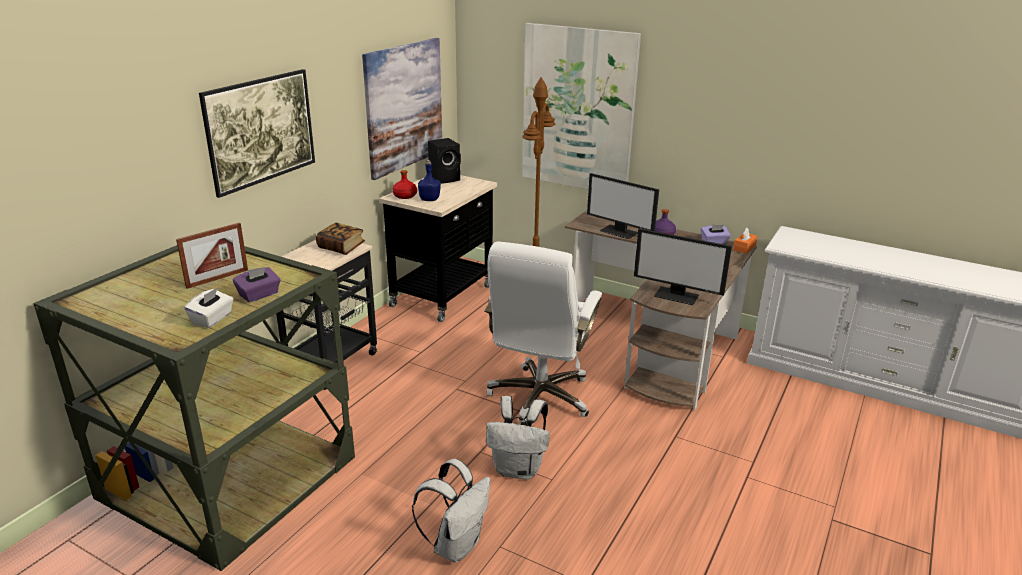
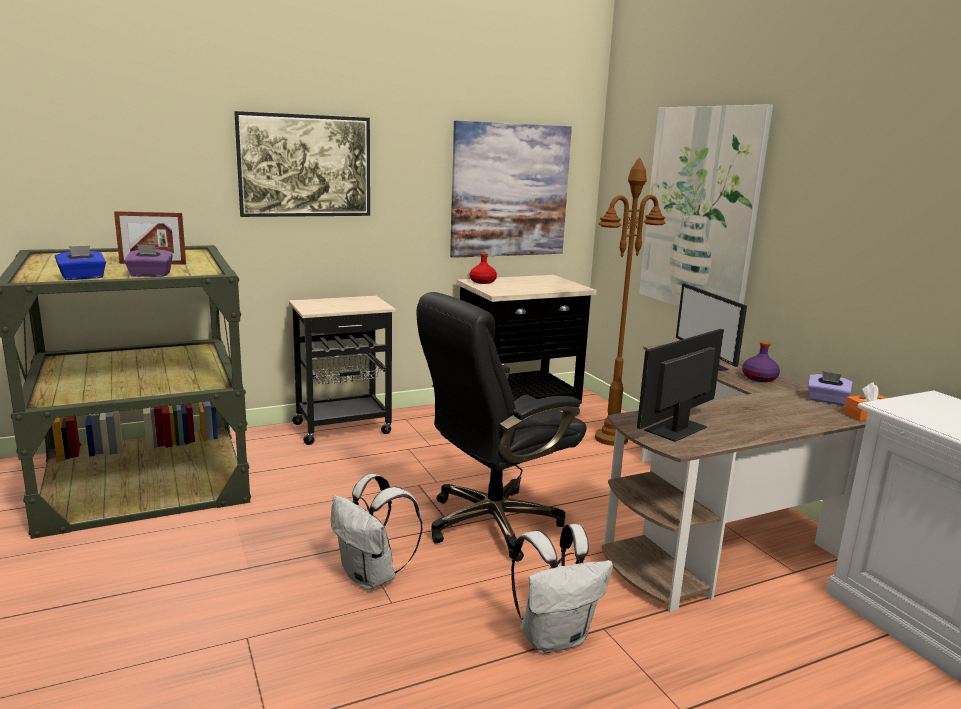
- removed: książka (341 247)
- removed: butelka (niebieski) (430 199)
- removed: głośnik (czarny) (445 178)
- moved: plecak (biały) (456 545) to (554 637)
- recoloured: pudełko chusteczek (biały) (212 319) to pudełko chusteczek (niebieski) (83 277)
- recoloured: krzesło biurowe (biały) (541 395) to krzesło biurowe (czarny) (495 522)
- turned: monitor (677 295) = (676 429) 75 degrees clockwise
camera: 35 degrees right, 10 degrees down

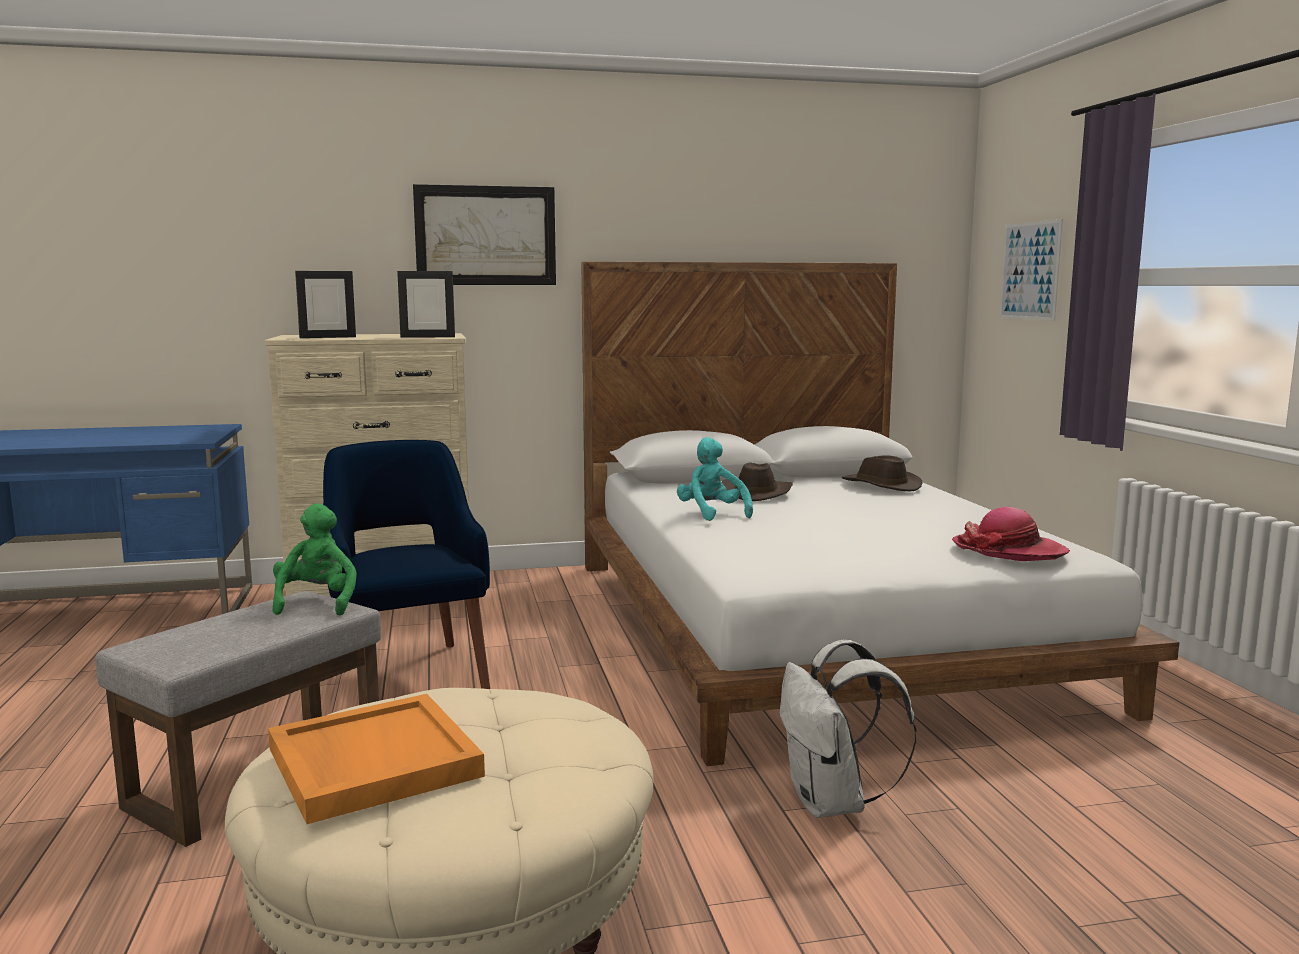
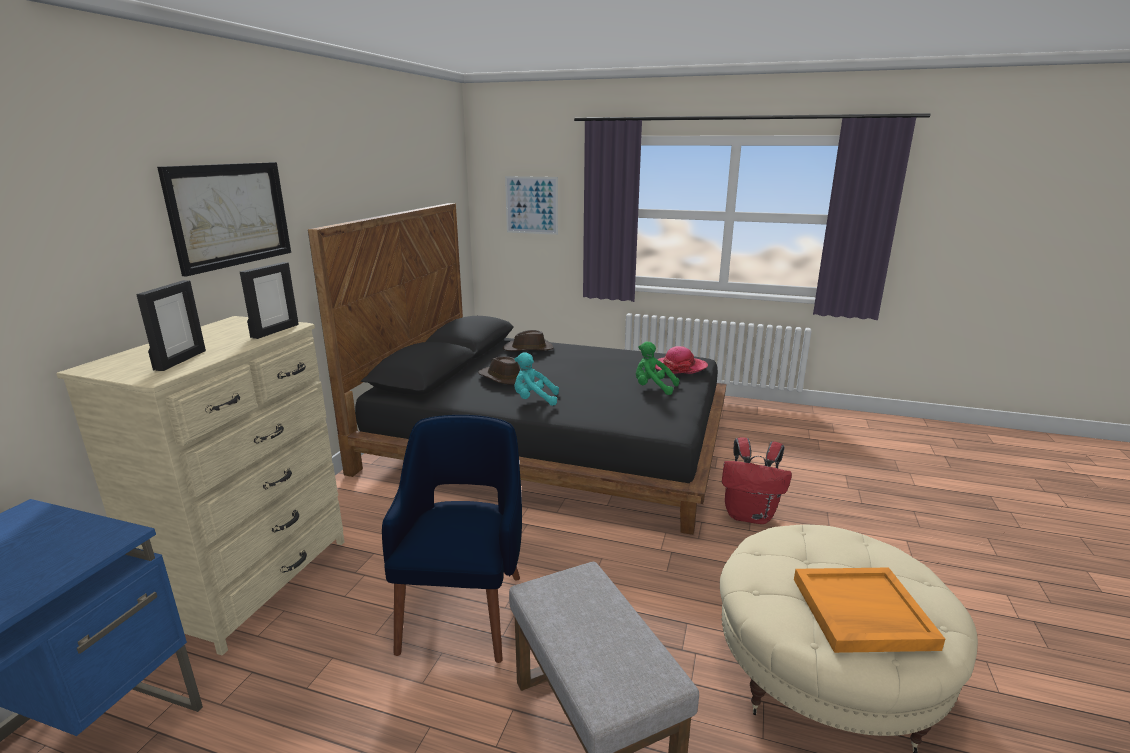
- moved: pluszak (zielony) (317 602) to (653 388)
- recoloured: łóżko (biały) (816 628) to łóżko (czarny) (551 443)
- recoloured: plecak (biały) (832 804) to plecak (czerwony) (750 515)
- turned: fotel (niebieski) (410 674) = (463 609) 90 degrees clockwise
camera: 60 degrees left, 10 degrees up

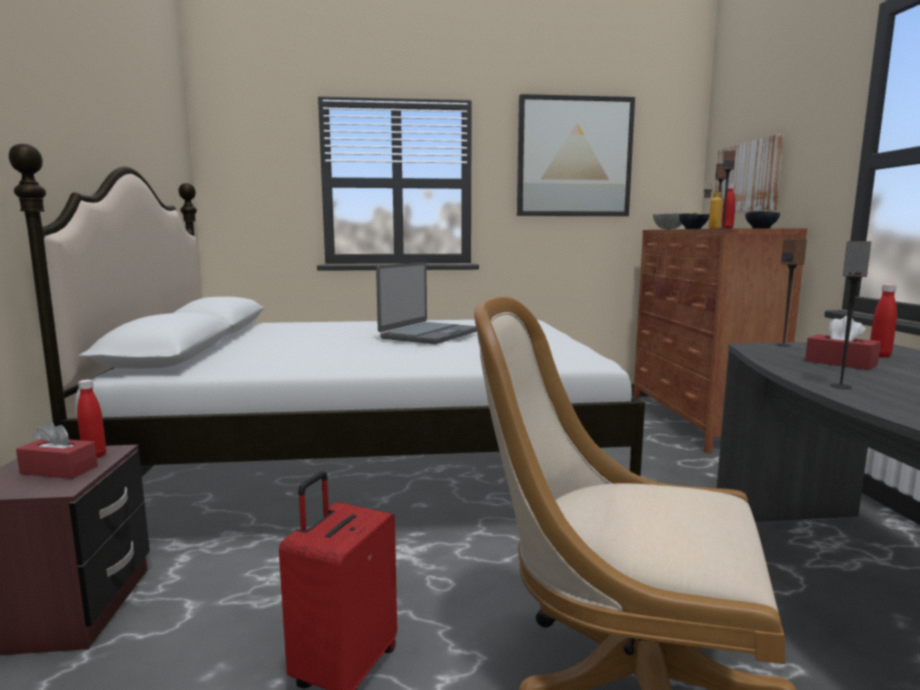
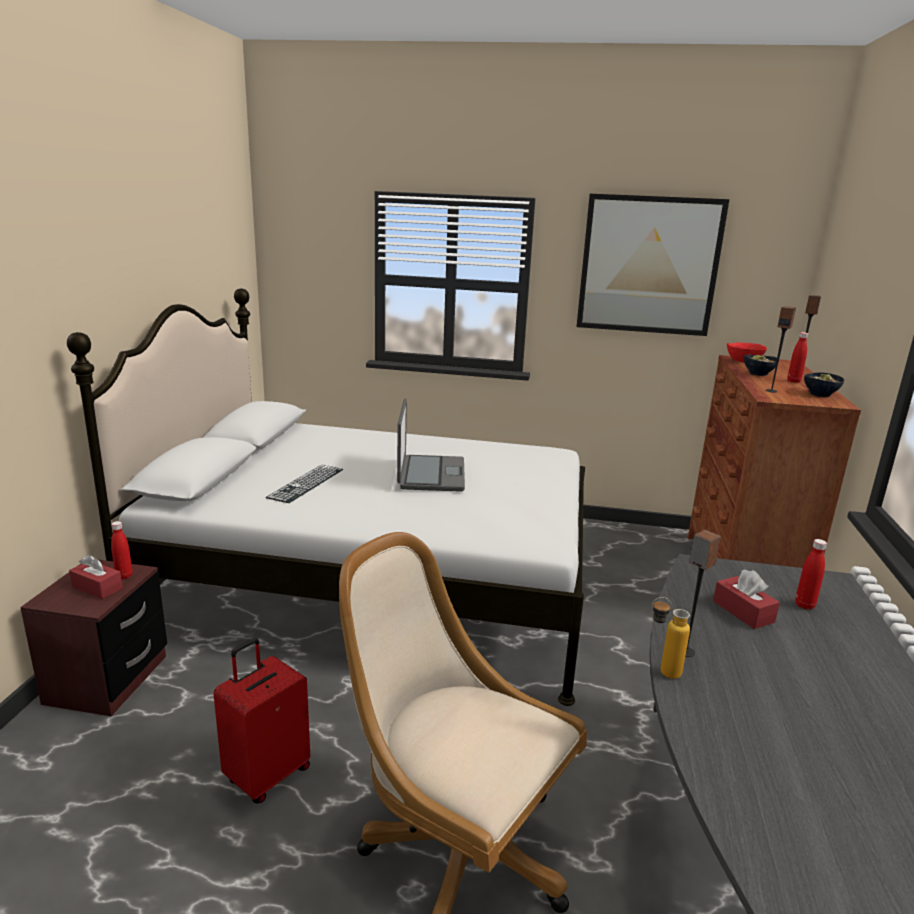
- removed: obraz (747 177)
- removed: głośnik (783 345)
- added: klawiatura (306 483)
- moved: butelka (709 228) to (661 672)
- recoloured: miska (szary) (668 229) to miska (czerwony) (743 362)
- turned: laptop (428 335) = (430 474) 45 degrees counterclockwise
camera: 15 degrees right, 10 degrees up

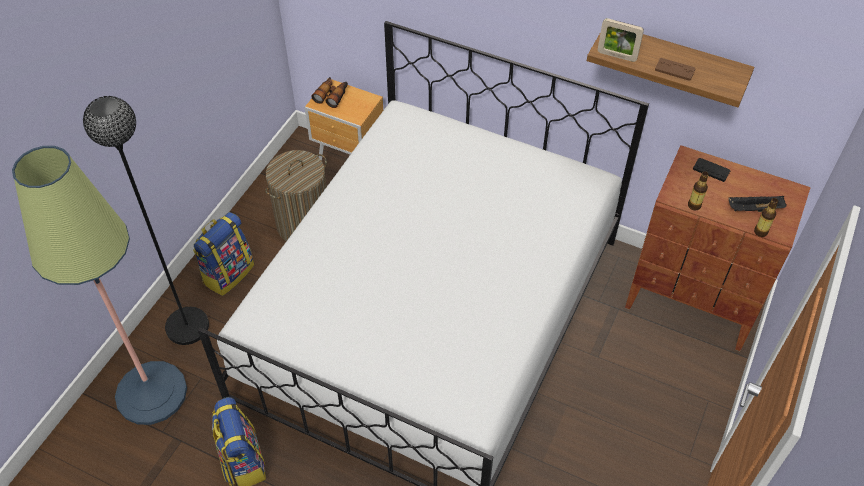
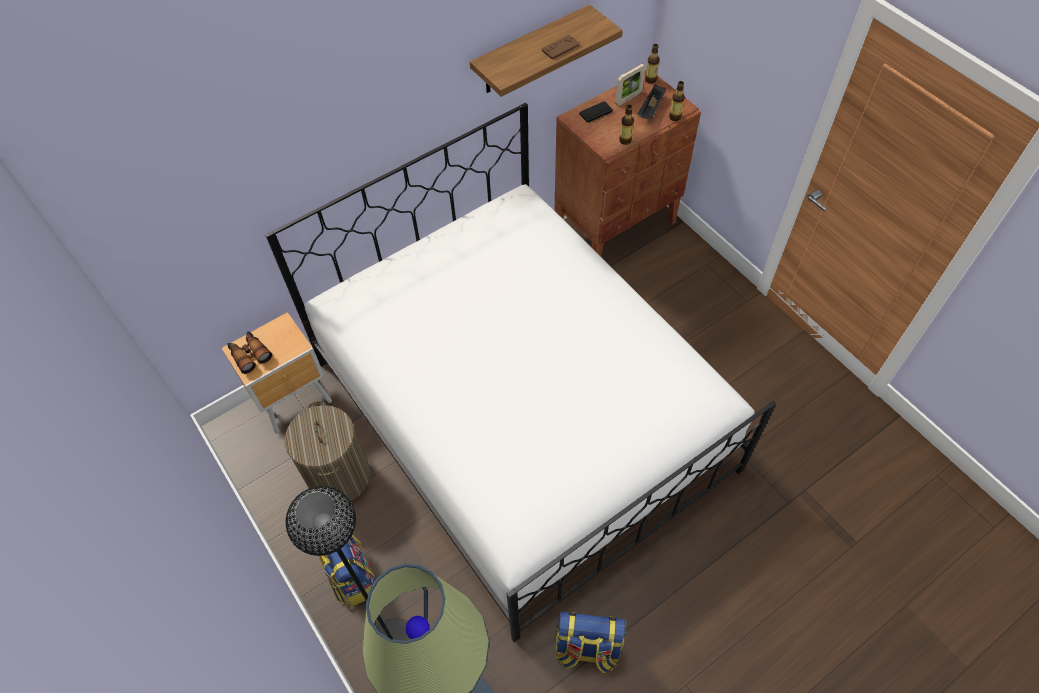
- added: butelka (650 80)
- moved: ramka na zdjęcie (617 56) to (628 98)
camera: 60 degrees left, 5 degrees up

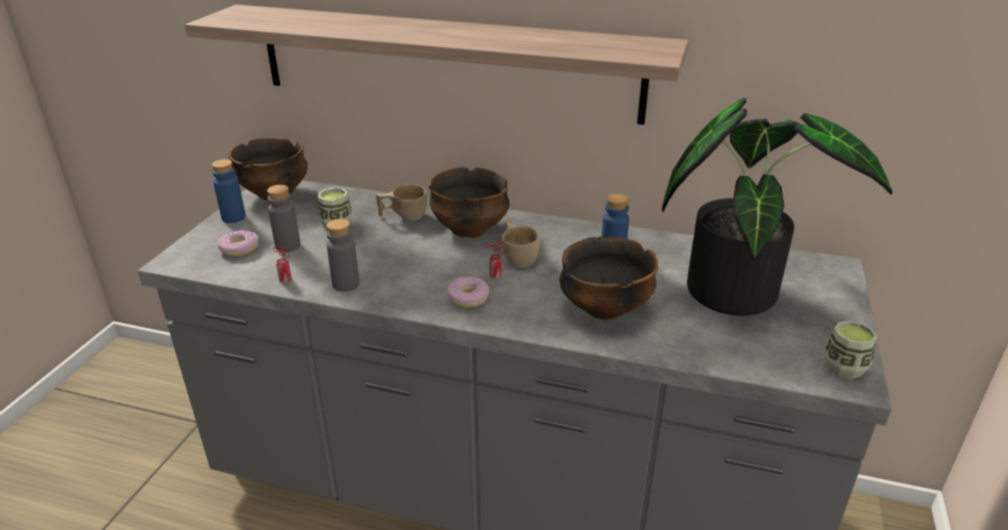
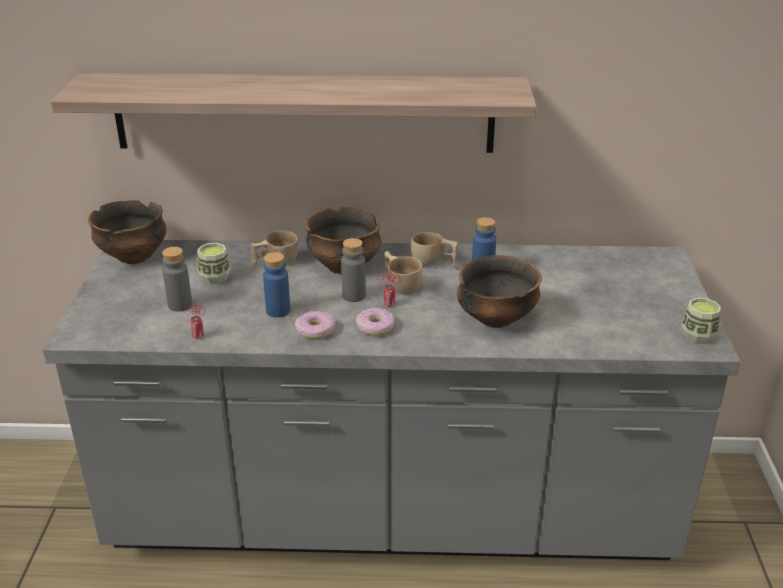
- removed: roślina doniczkowa (738 288)
- added: filiżanka (beżowy) (433 263)
- moved: butelka (niebieski) (233 217) to (278 311)
- moved: donut (239 249) to (315 330)
- moved: butelka (szary) (346 284) to (354 296)
camera: 15 degrees left, 0 degrees up

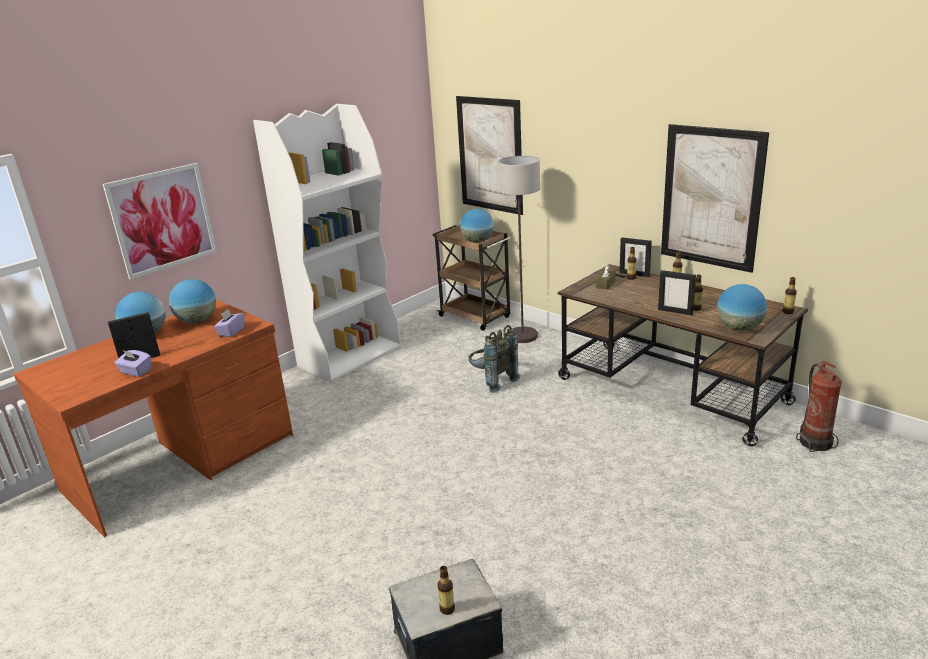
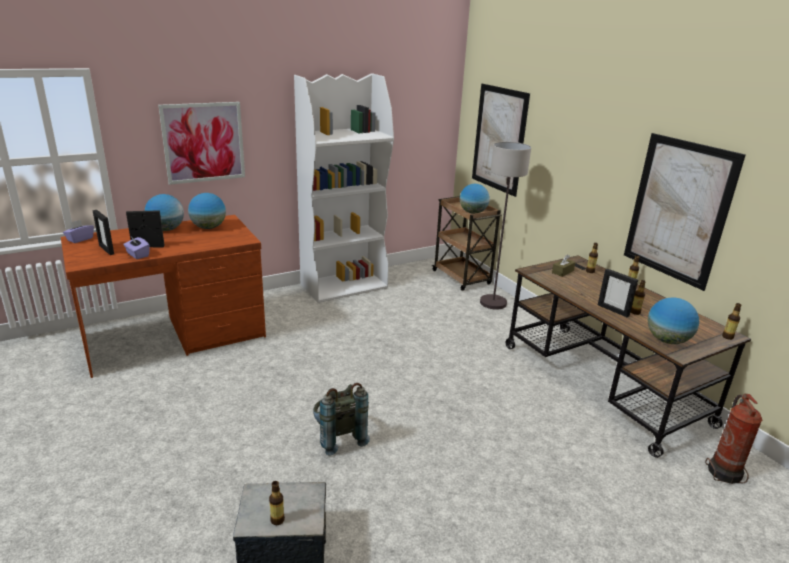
- moved: pudełko chusteczek (fioletowy) (231 332) to (80 239)
- moved: plecak (szary) (492 381) to (338 437)
- moved: ramka na zdjęcie (634 274) to (107 249)
camera: 15 degrees right, 0 degrees up

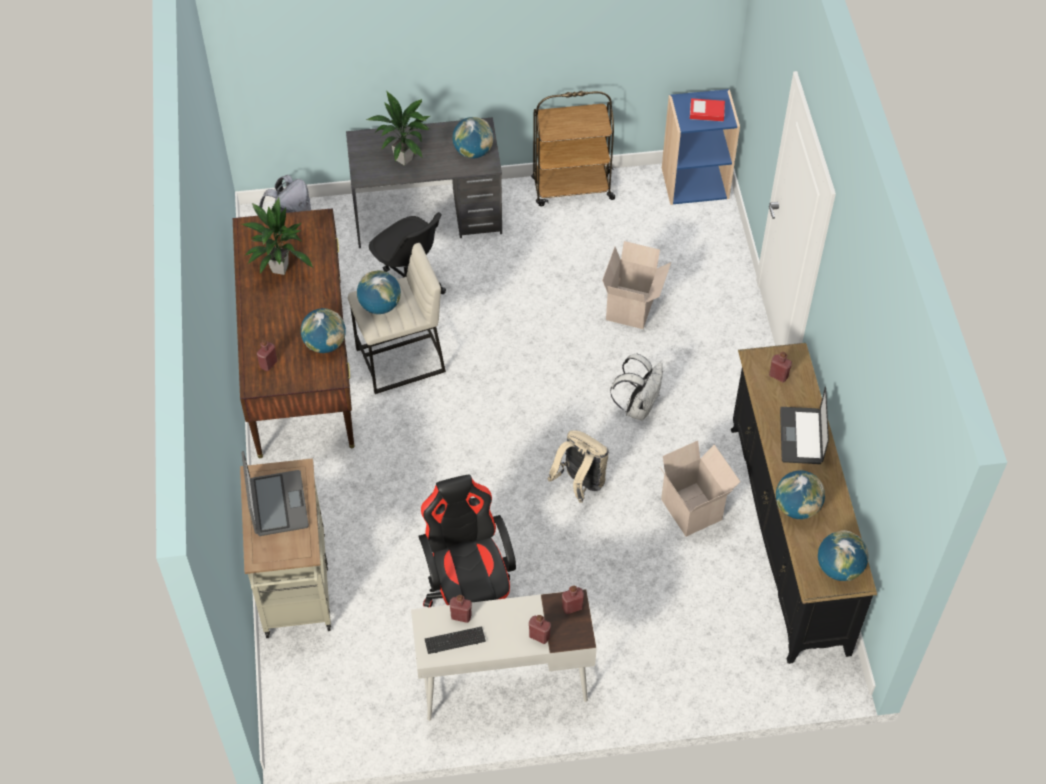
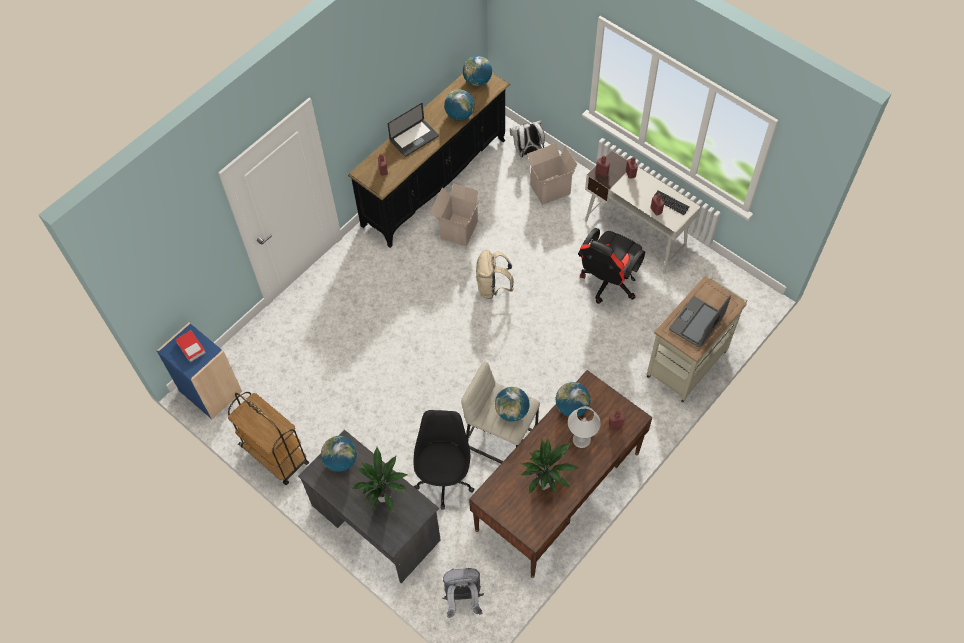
- added: lampa stołowa (biały) (582 439)
- moved: karton (632 309) to (550 188)
- moved: plecak (biały) (638 406) to (527 151)
camera: 130 degrees left, 5 degrees up

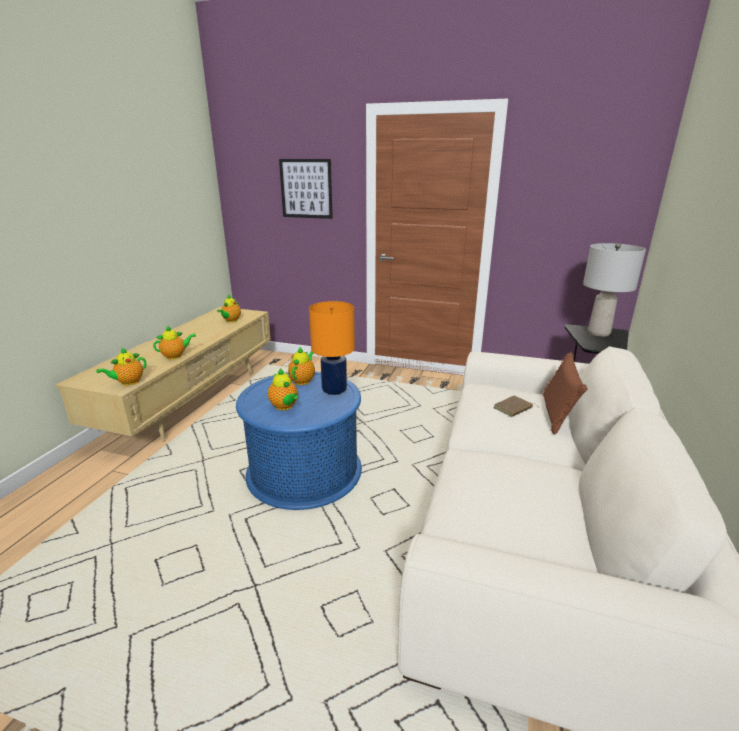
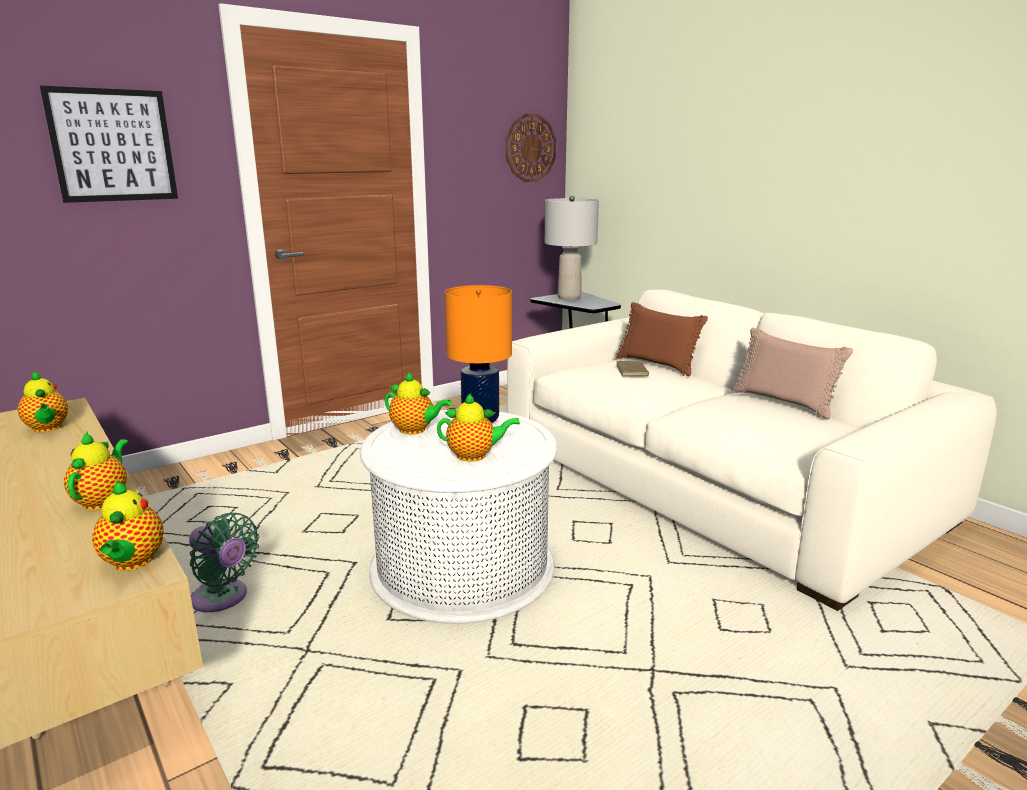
- added: wentylator (zielony) (223 599)
- added: zegar ścienny (530 148)
- added: poduszka (beżowy) (784 403)
- recoloured: ława (niebieski) (304 471) to ława (biały) (463 567)
- turned: imbryk (303 380) = (415 430) 150 degrees clockwise
camera: 55 degrees left, 5 degrees down

